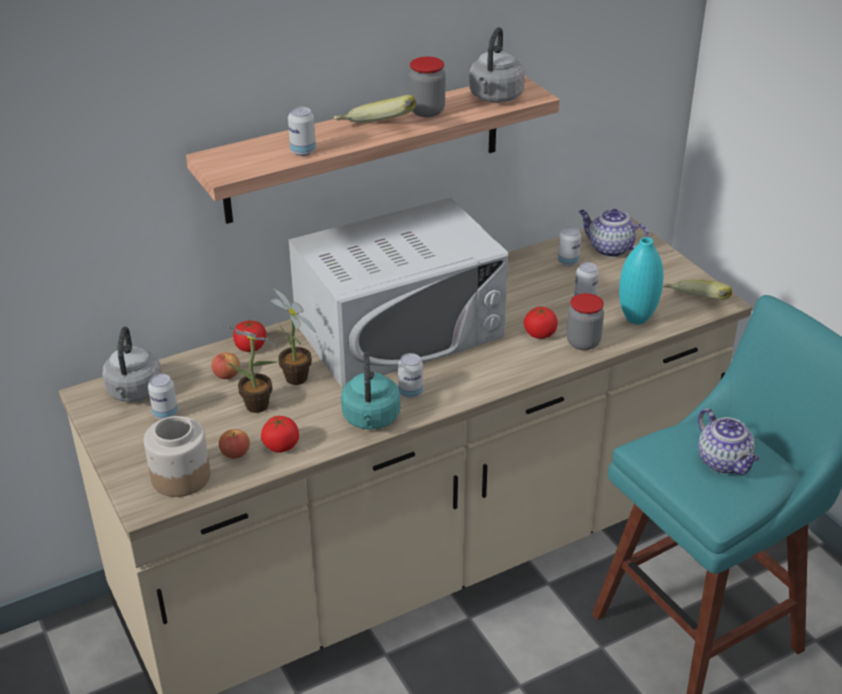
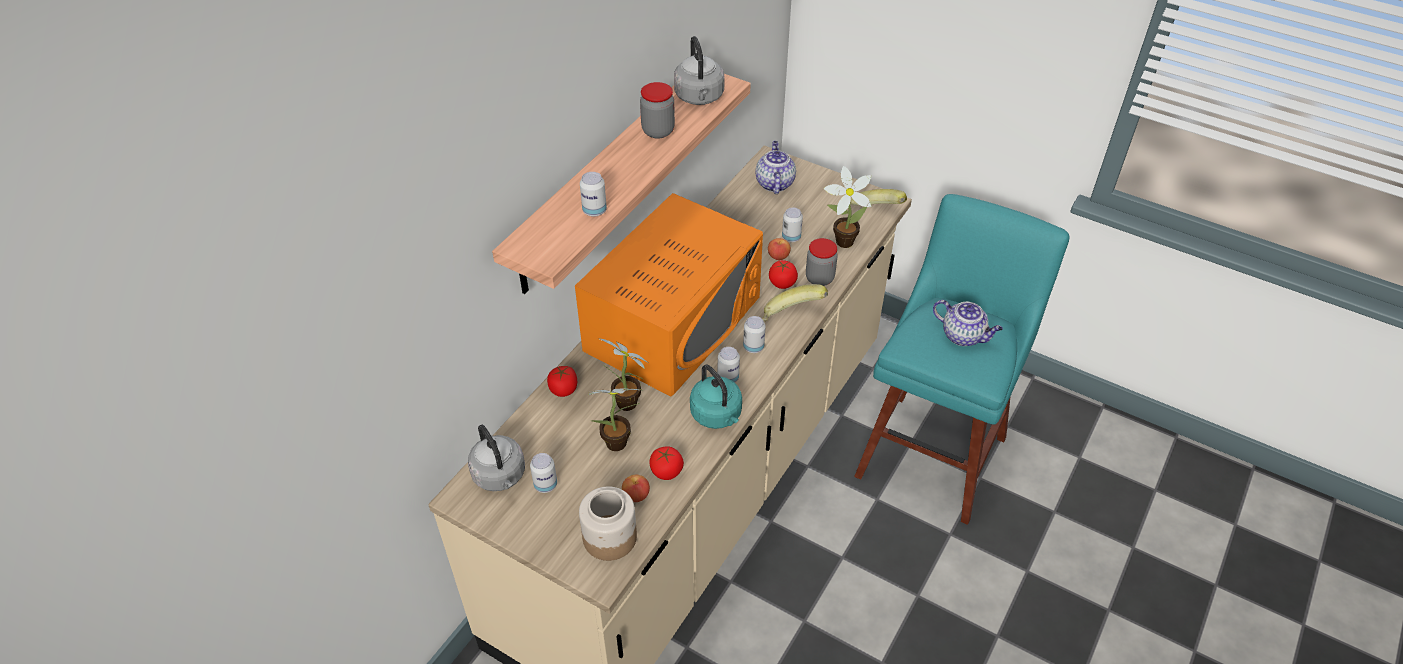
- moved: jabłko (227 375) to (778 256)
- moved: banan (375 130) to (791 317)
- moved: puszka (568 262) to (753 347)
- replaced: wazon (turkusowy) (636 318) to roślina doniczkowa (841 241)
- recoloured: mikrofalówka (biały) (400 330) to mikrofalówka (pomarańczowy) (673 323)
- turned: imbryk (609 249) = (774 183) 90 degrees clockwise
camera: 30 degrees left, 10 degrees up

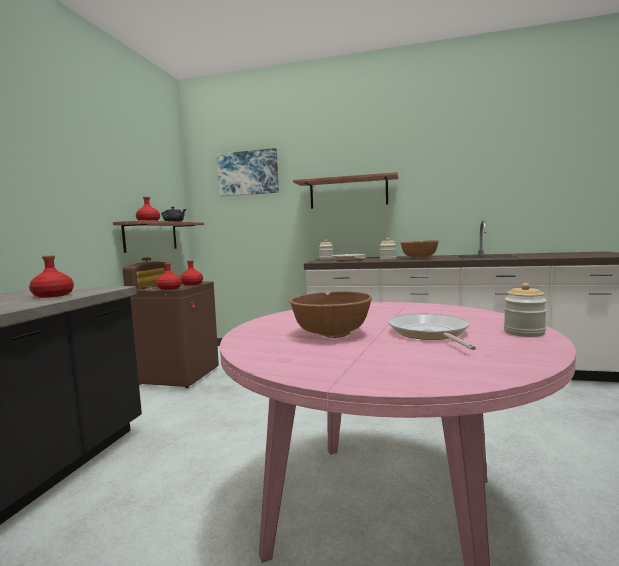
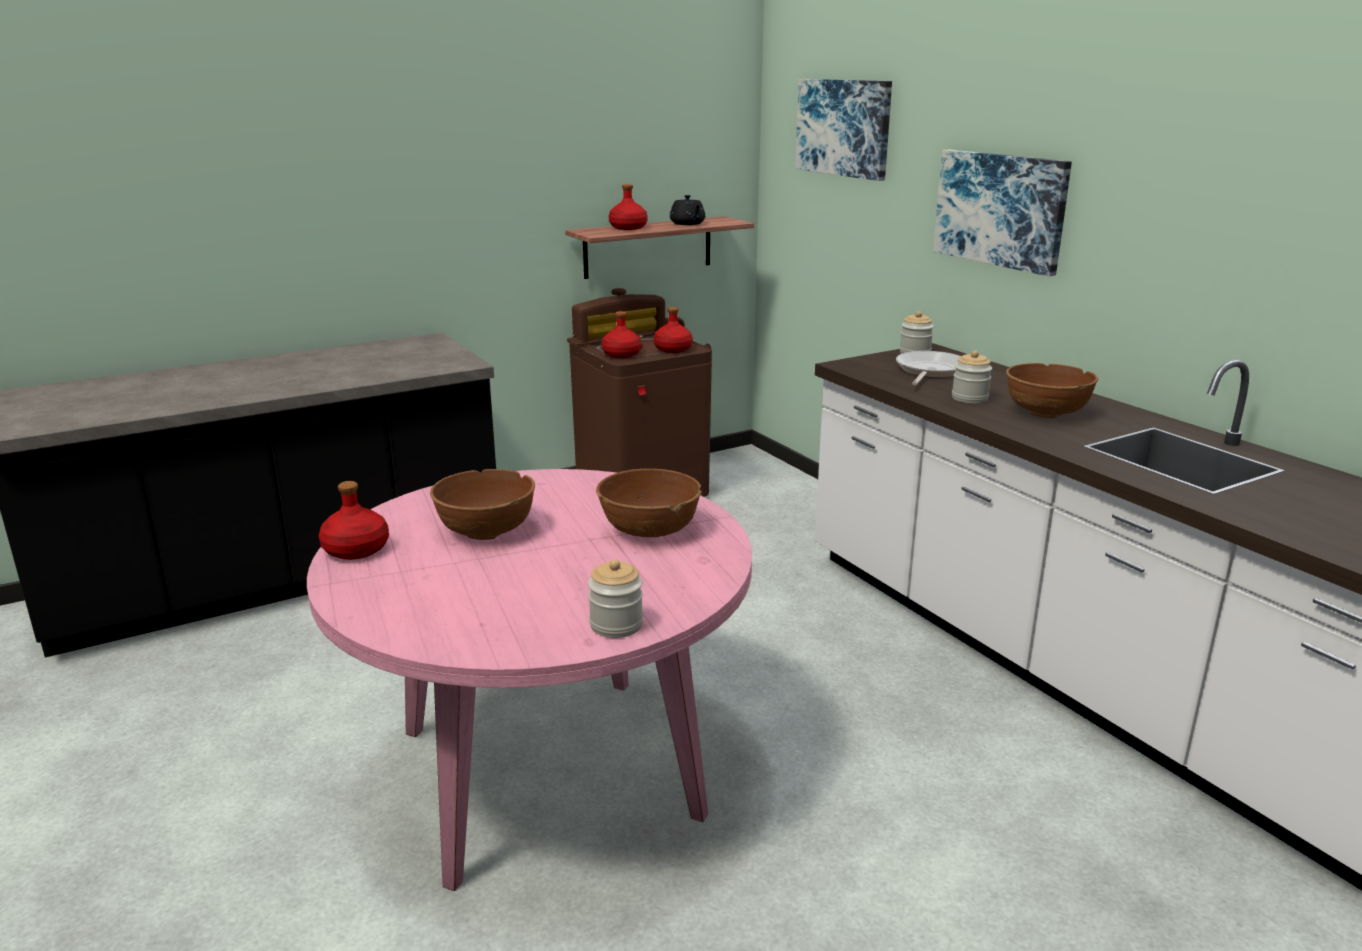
- removed: patelnia (429 333)
- added: miska (brązowy) (649 530)
- moved: butelka (czerwony) (53 295) to (357 549)
- replaced: półka (348 193) to obraz (1001 209)
camera: 45 degrees right, 15 degrees up

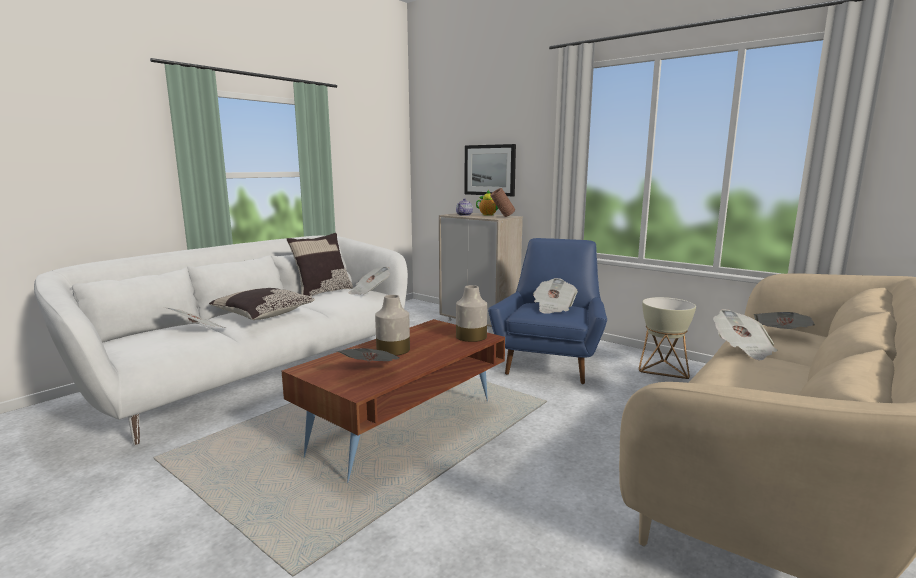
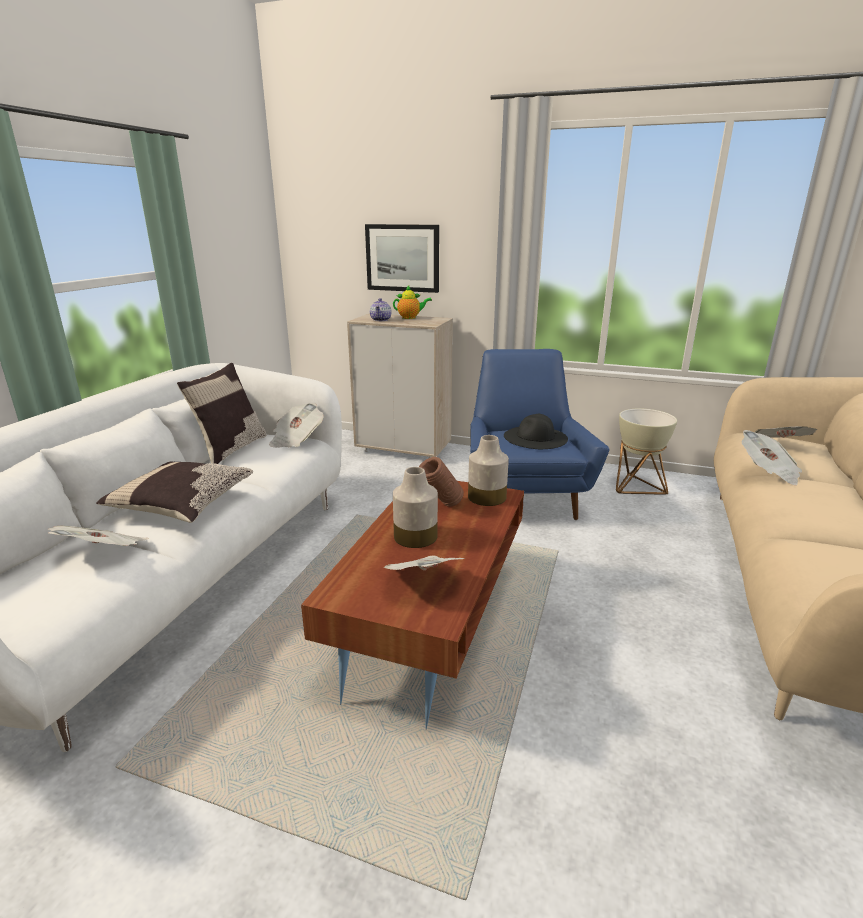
- moved: wazon (brązowy) (502 217) to (441 506)
- replaced: gazeta (553 308) to kapelusz (czarny) (535 437)
camera: 20 degrees left, 10 degrees up

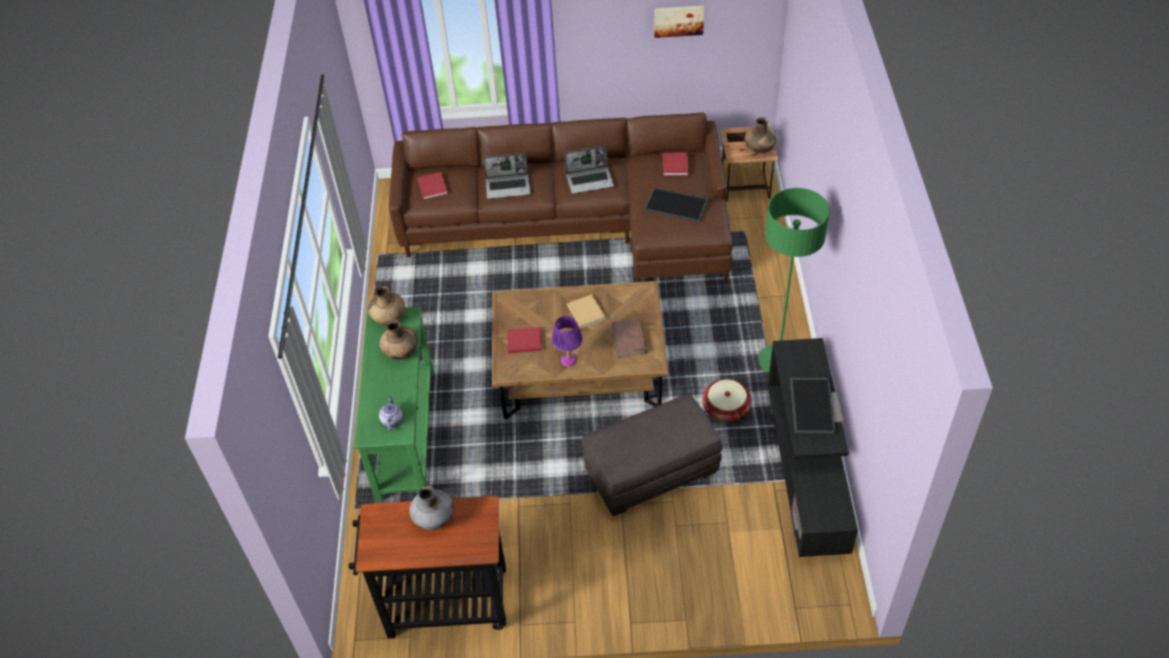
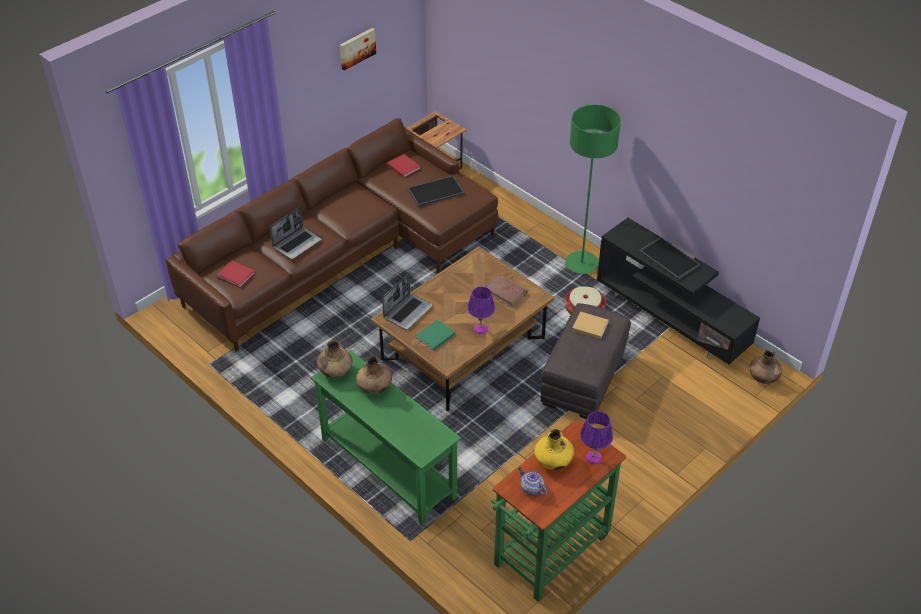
- added: lampa stołowa (fioletowy) (593 457)
- moved: imbryk (392 420) to (531 488)
- moved: laptop (590 180) to (408 311)
- moved: książka (beżowy) (585 311) to (589 326)
- moved: wazon (brązowy) (759 149) to (763 378)
- recoloured: wózek (czarny) (445 605) to wózek (zielony) (550 552)
- recoloured: wazon (szary) (434 518) to wazon (żółty) (553 461)
- recoloured: książka (czerwony) (523 341) to książka (zielony) (434 336)
camera: 45 degrees left, 5 degrees down

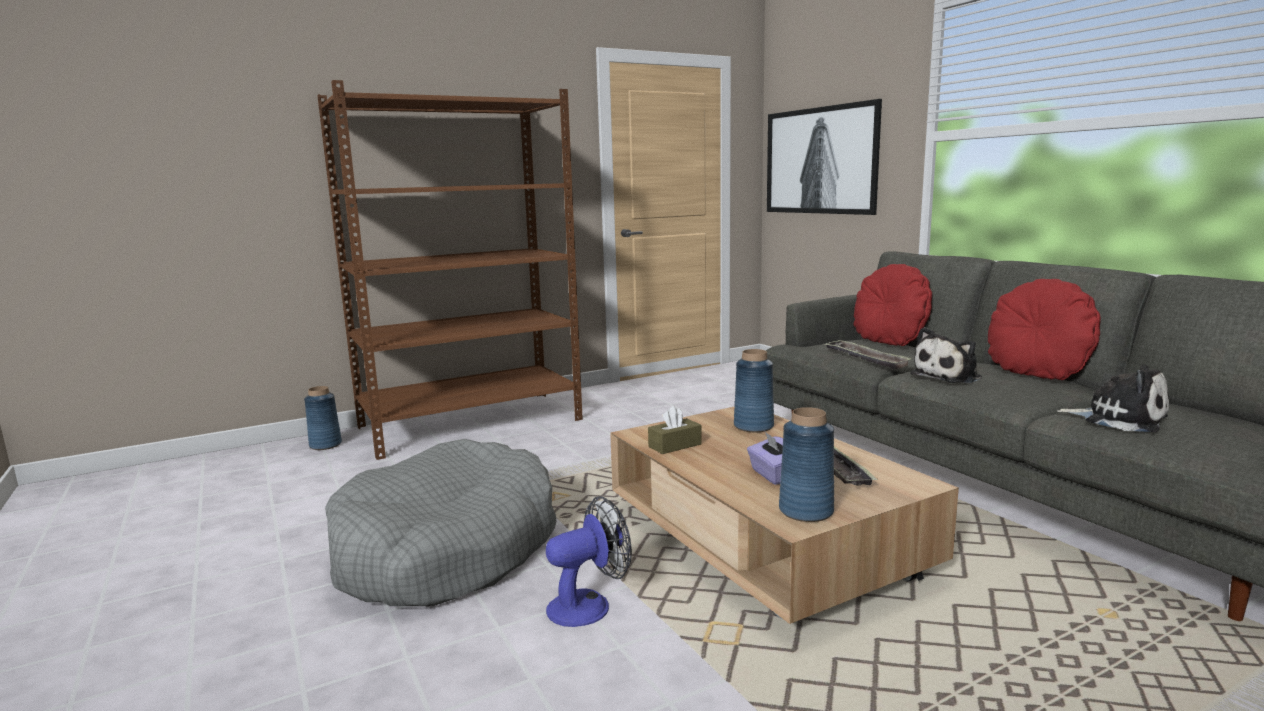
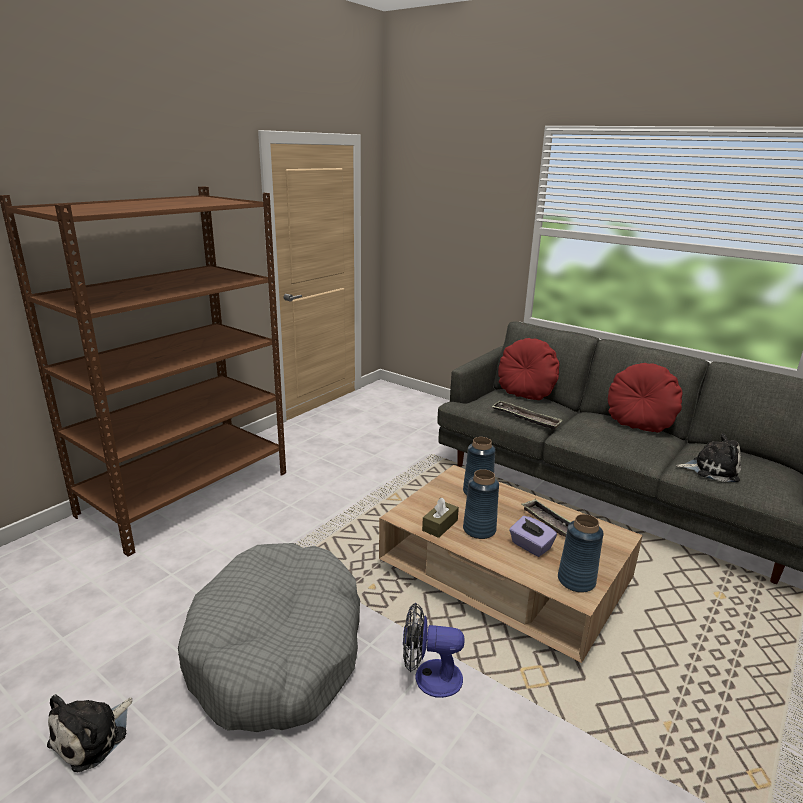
- removed: obraz (821 161)
- moved: wazon (niebieski) (326 445) to (479 529)
- moved: pluszak (949 376) to (93 736)
- turned: wentylator (589 605) = (429 677) 120 degrees counterclockwise
camera: 25 degrees left, 10 degrees up

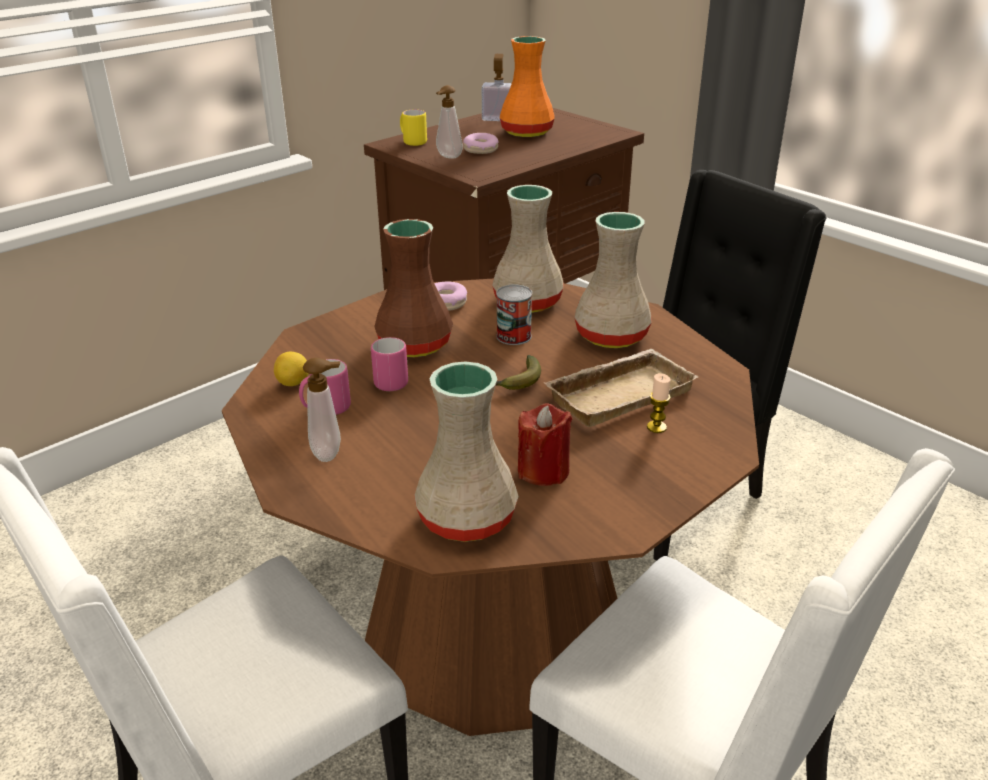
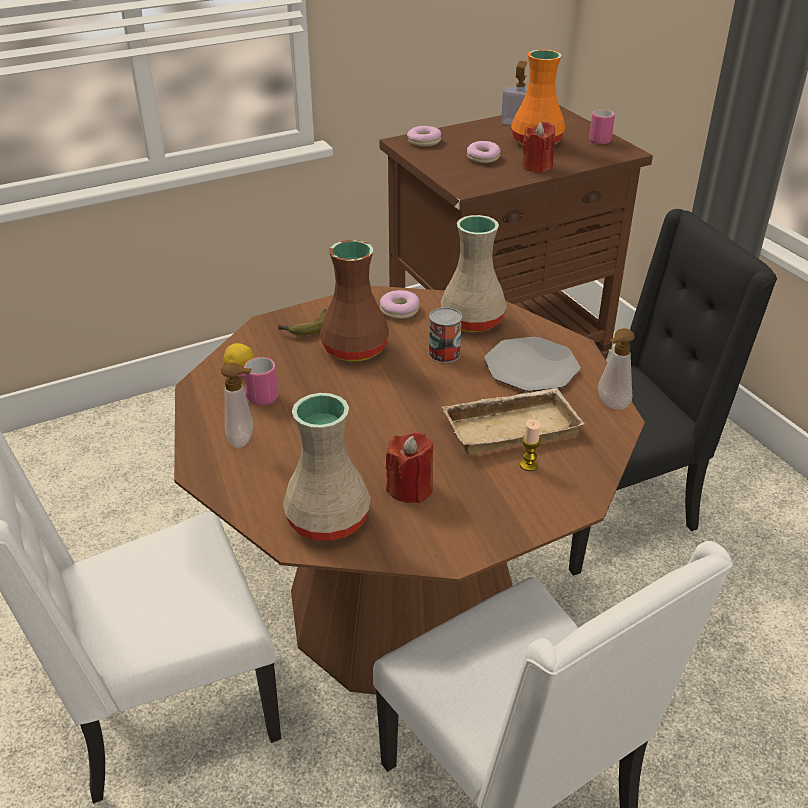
- added: świeca (czerwony) (537 166)
- moved: kubek (różowy) (388 381) to (598 139)
- moved: dozownik mydła (448 157) to (610 405)
- moved: banan (516 382) to (306 329)
- replaced: kubek (żółty) (412 142) to donut (424 142)
- replaced: wazon (beżowy) (610 335) to talerz (531 366)
camera: 15 degrees right, 5 degrees up

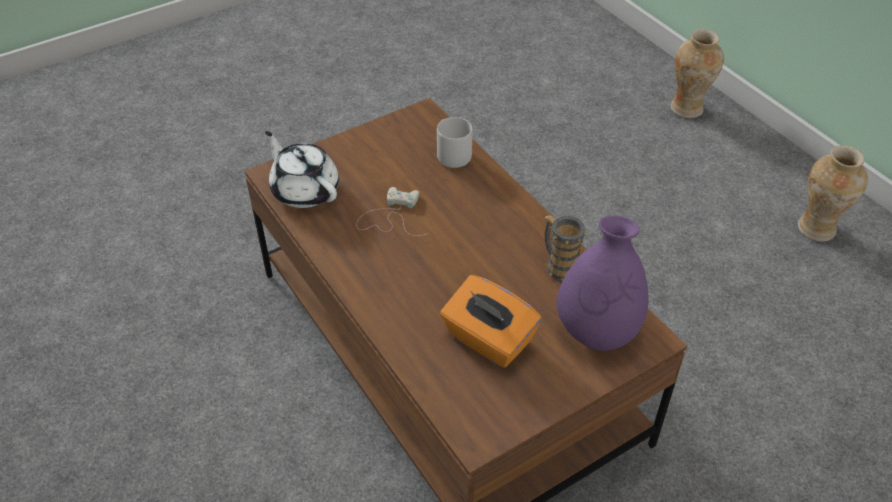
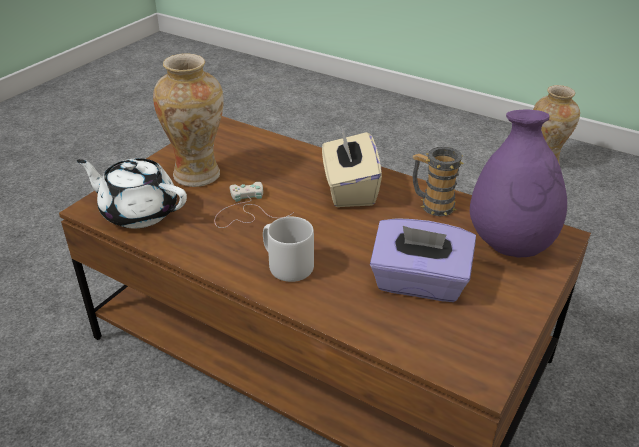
- added: pudełko chusteczek (beżowy) (349 189)
- moved: kubek (szary) (452 154) to (287 265)
- moved: wazon (687 109) to (198 175)
- recoloured: pudełko chusteczek (pomarańczowy) (488 340) to pudełko chusteczek (fioletowy) (419 283)
camera: 25 degrees left, 10 degrees down

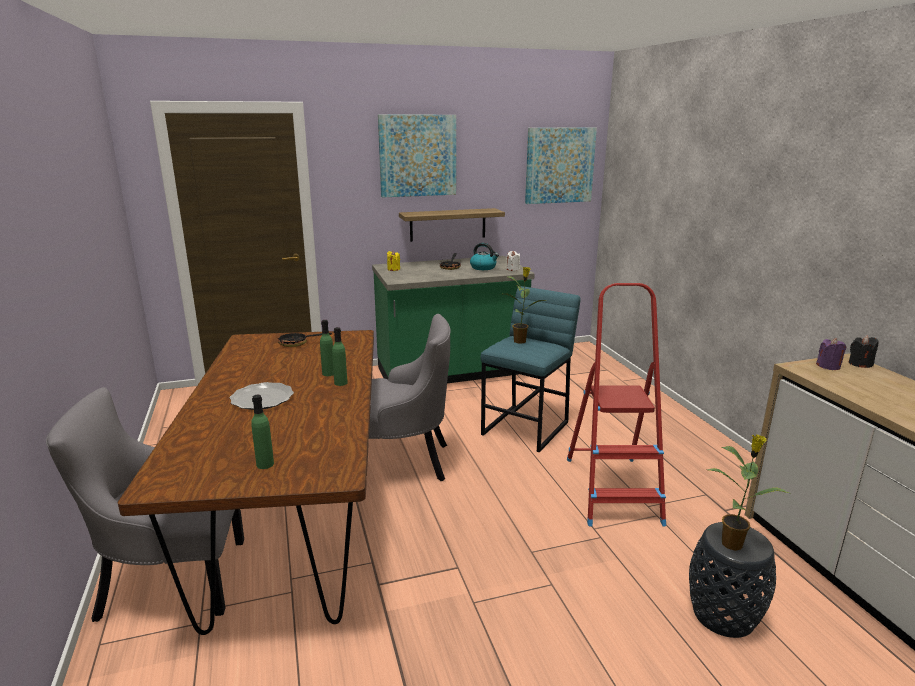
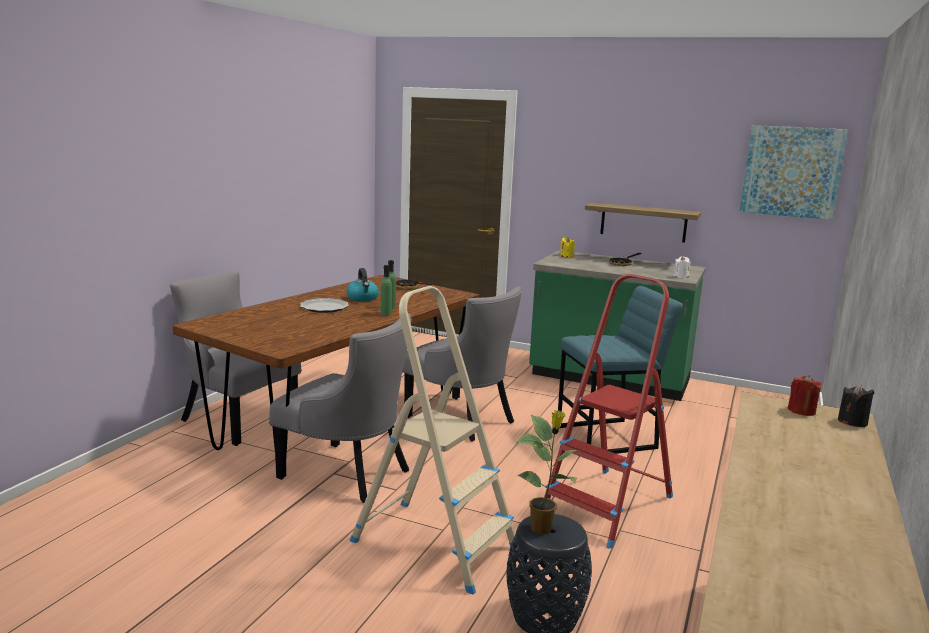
- removed: butelka (zielony) (265 464)
- removed: obraz (417 155)
- removed: roślina doniczkowa (520 341)
- added: krzesło (szary) (344 473)
- added: drabinka (beżowy) (436 545)
- moved: czajnik (483 268) to (363 298)
- recoloured: świeca (fioletowy) (828 366) to świeca (czerwony) (801 411)
camera: 40 degrees right, 5 degrees down

